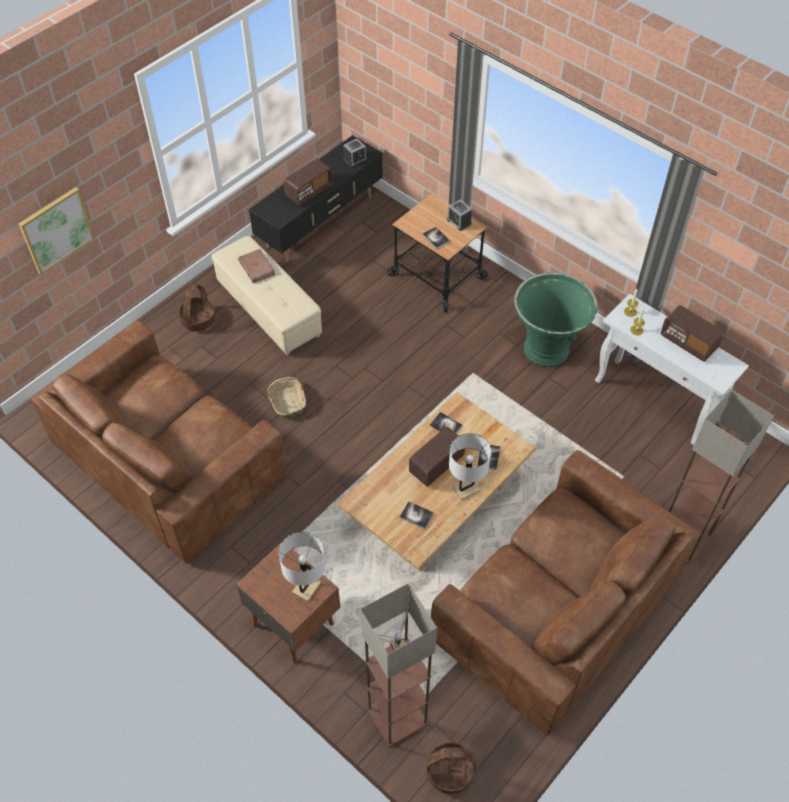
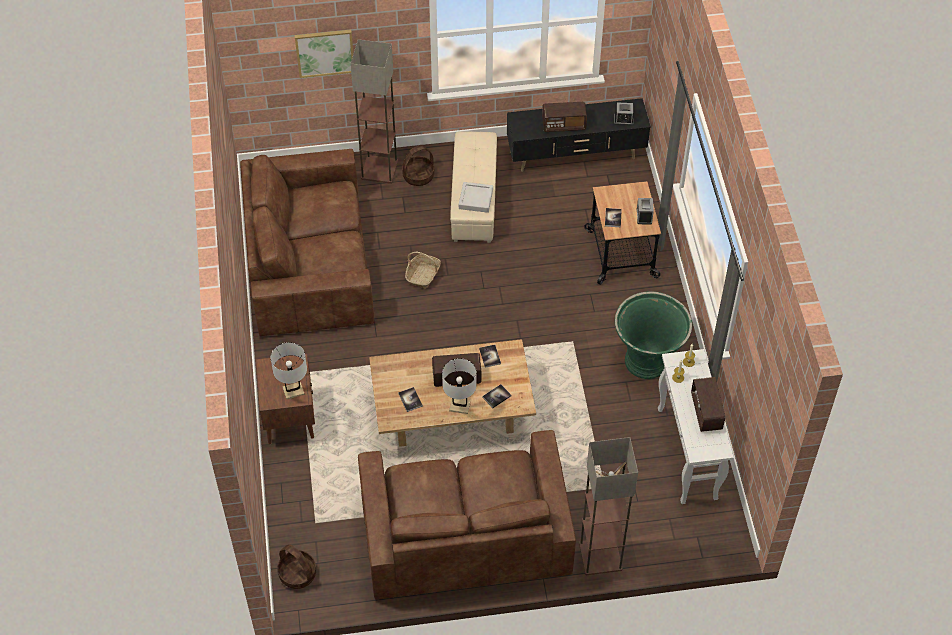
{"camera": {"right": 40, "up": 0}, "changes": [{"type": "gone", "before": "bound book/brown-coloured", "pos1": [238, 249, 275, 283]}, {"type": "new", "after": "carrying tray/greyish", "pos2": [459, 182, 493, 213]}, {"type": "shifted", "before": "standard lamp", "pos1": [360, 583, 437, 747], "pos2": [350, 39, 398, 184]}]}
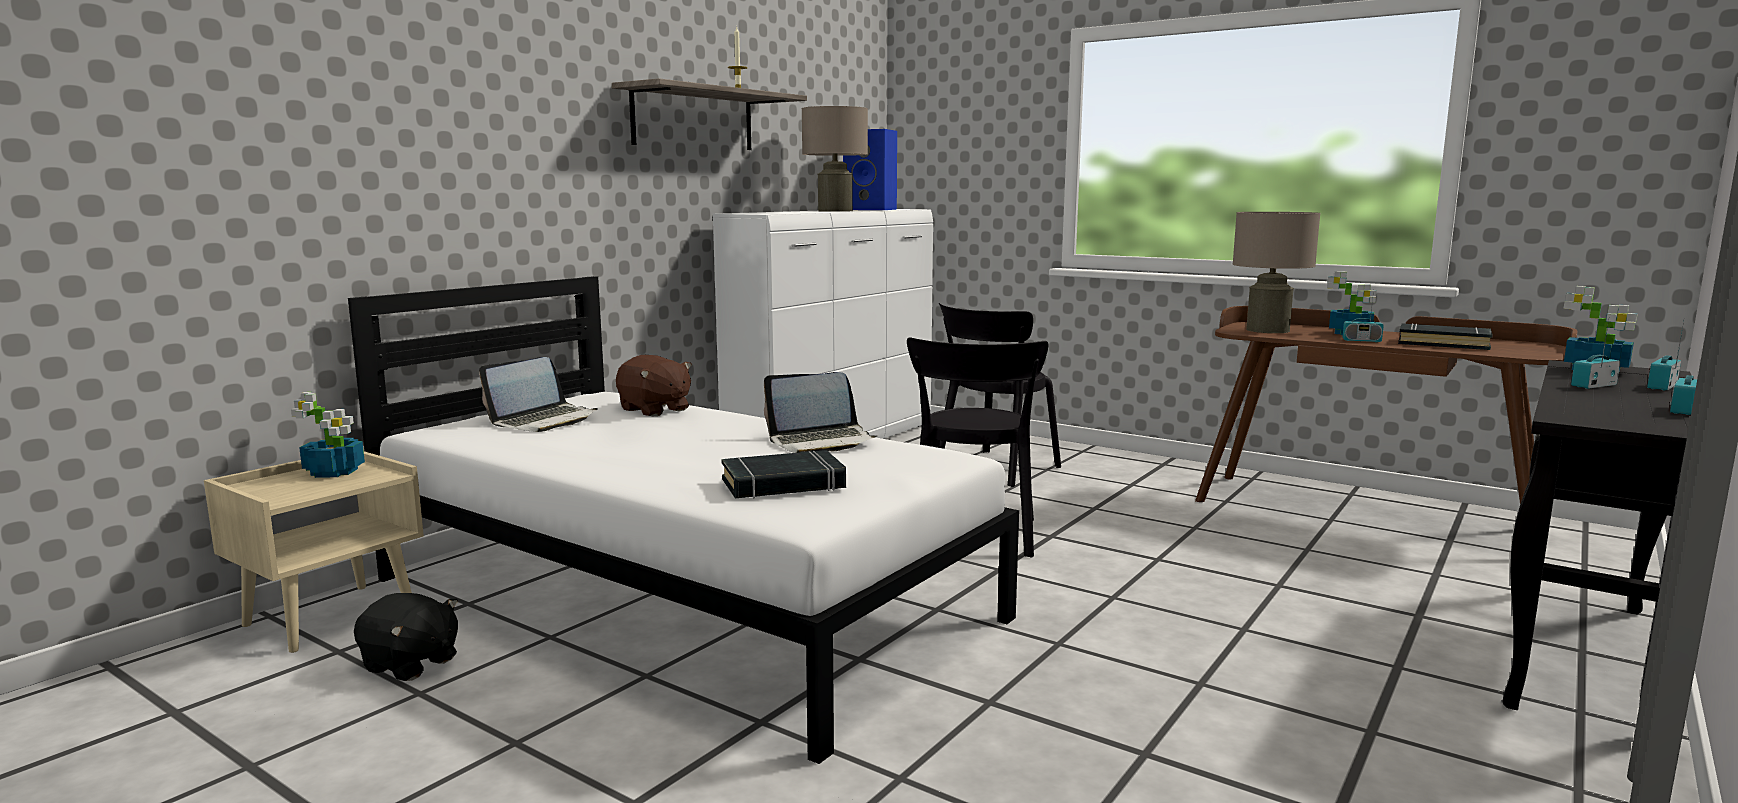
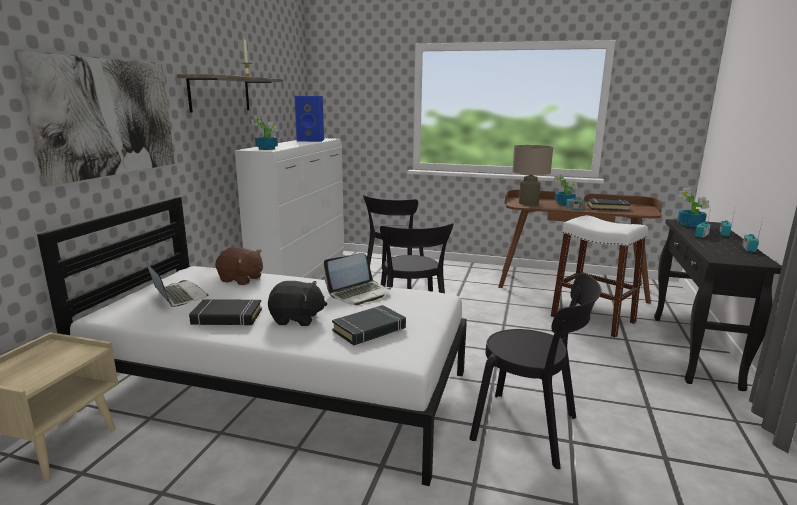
{"camera": {"right": -20, "up": 5}, "changes": [{"type": "gone", "before": "lamp for a table/sand-coloured", "pos1": [802, 106, 868, 212]}, {"type": "new", "after": "picture", "pos2": [16, 51, 175, 187]}, {"type": "new", "after": "bound book/black", "pos2": [189, 299, 262, 326]}, {"type": "new", "after": "upright chair/black", "pos2": [469, 273, 601, 469]}, {"type": "new", "after": "sitting stool/white", "pos2": [551, 215, 648, 338]}, {"type": "shifted", "before": "houseplant", "pos1": [291, 392, 365, 478], "pos2": [251, 116, 278, 150]}, {"type": "shifted", "before": "plush toy/black", "pos1": [354, 593, 458, 681], "pos2": [268, 281, 327, 326]}, {"type": "rotated", "before": "portable computer", "pos1": [479, 357, 598, 432], "pos2": [146, 262, 208, 307], "turn": -60}]}
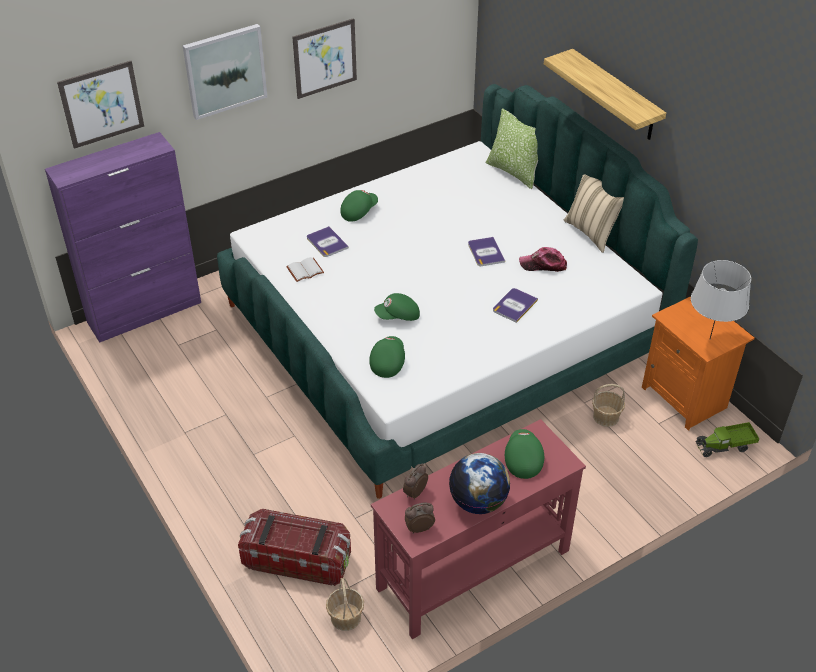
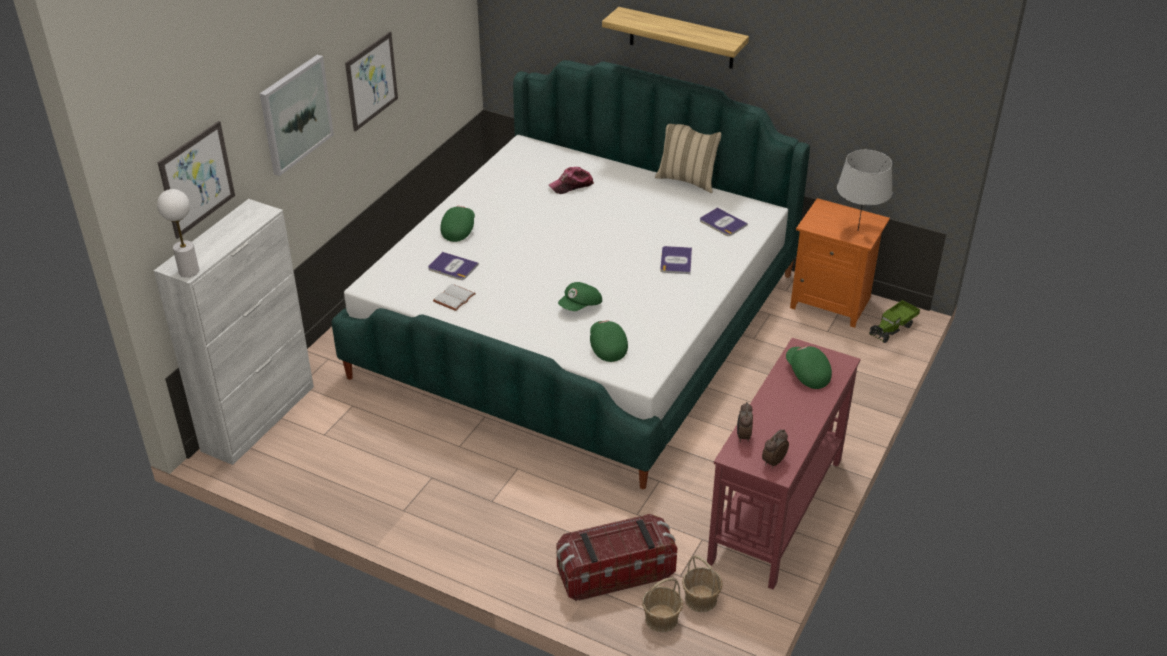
{"camera": {"right": -30, "up": -5}, "changes": [{"type": "gone", "before": "desk globe", "pos1": [449, 453, 510, 514]}, {"type": "gone", "before": "pillow", "pos1": [486, 108, 538, 189]}, {"type": "new", "after": "lamp for a table/white", "pos2": [157, 189, 199, 277]}, {"type": "shifted", "before": "bound book", "pos1": [468, 237, 505, 266], "pos2": [700, 207, 748, 236]}, {"type": "shifted", "before": "cap", "pos1": [519, 247, 567, 272], "pos2": [549, 167, 594, 194]}, {"type": "shifted", "before": "storage basket", "pos1": [592, 384, 625, 427], "pos2": [642, 577, 683, 632]}, {"type": "repainted", "before": "cabinet/purple-coloured", "after": "cabinet/white", "pos1": [45, 132, 201, 343], "pos2": [154, 199, 314, 465]}]}
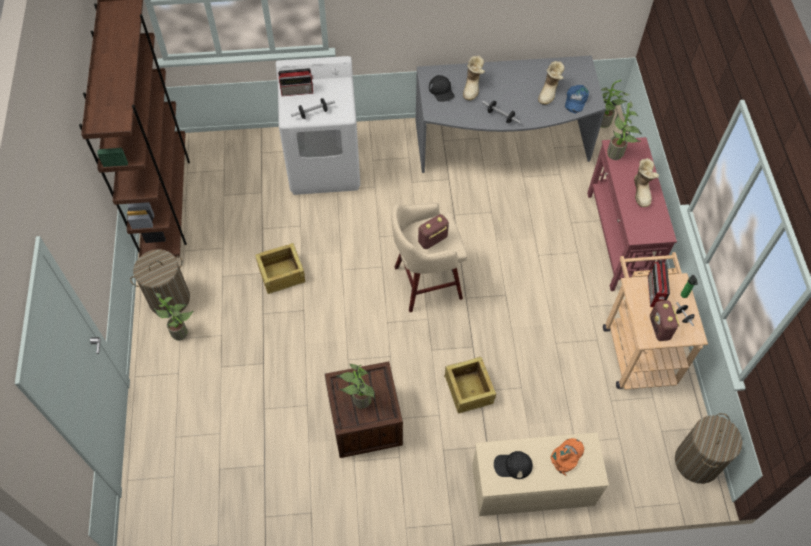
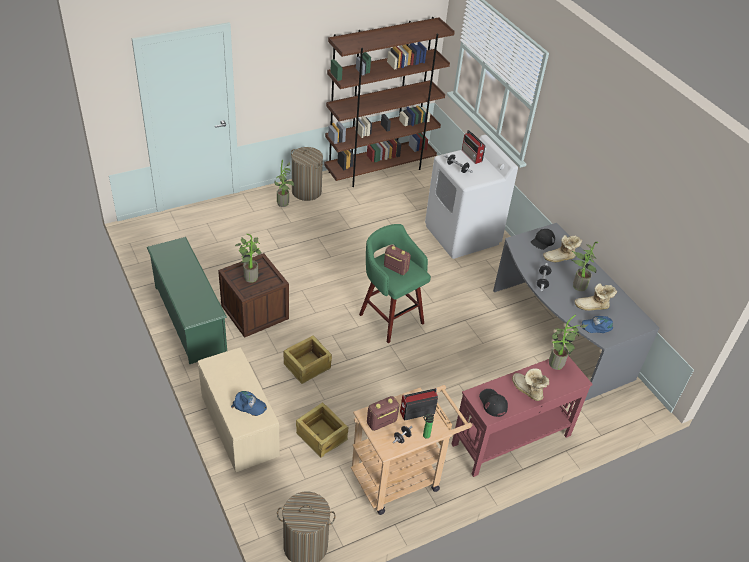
{"camera": {"right": 65, "up": -15}, "changes": [{"type": "new", "after": "shoe shelf/green-coloured", "pos2": [147, 237, 227, 364]}, {"type": "shifted", "before": "shipping crate", "pos1": [255, 243, 305, 294], "pos2": [296, 402, 348, 458]}, {"type": "shifted", "before": "cap/black", "pos1": [494, 451, 533, 479], "pos2": [479, 389, 508, 417]}, {"type": "shifted", "before": "houseplant", "pos1": [601, 80, 631, 128], "pos2": [571, 242, 599, 291]}, {"type": "repainted", "before": "sitting stool/sand-coloured", "after": "sitting stool/green-coloured", "pos1": [391, 202, 467, 312], "pos2": [359, 224, 431, 343]}, {"type": "repainted", "before": "cap/orange", "after": "cap/bluish", "pos1": [551, 438, 584, 476], "pos2": [231, 391, 267, 416]}, {"type": "rotated", "before": "tall boot", "pos1": [634, 158, 659, 207], "pos2": [512, 368, 549, 401], "turn": 75}]}
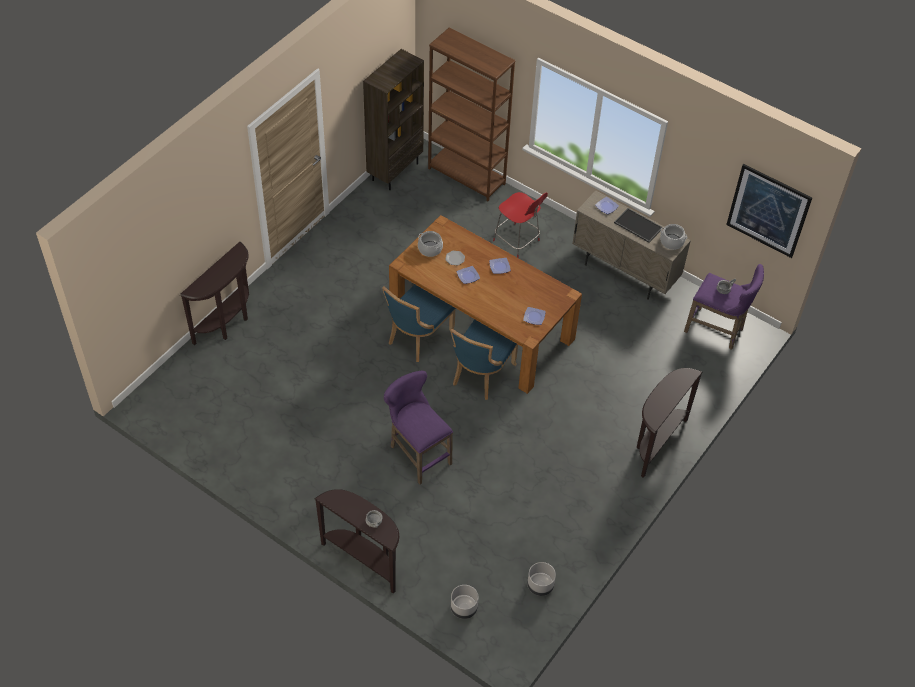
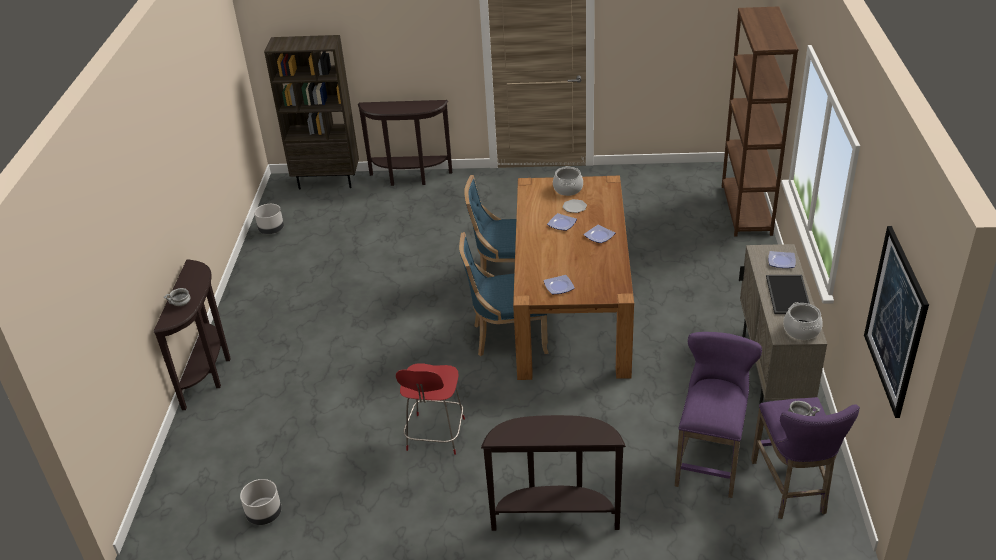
{"camera": {"right": 60, "up": -15}, "changes": [{"type": "shifted", "before": "bookshelf/brown-coloured", "pos1": [363, 49, 424, 190], "pos2": [264, 35, 359, 189]}, {"type": "shifted", "before": "sitting stool/purple-coloured", "pos1": [384, 371, 453, 485], "pos2": [675, 332, 762, 498]}, {"type": "shifted", "before": "flower pot/greyish", "pos1": [451, 585, 479, 619], "pos2": [254, 204, 284, 234]}, {"type": "shifted", "before": "sitting stool/red-coloured", "pos1": [493, 192, 548, 258], "pos2": [396, 363, 465, 455]}]}
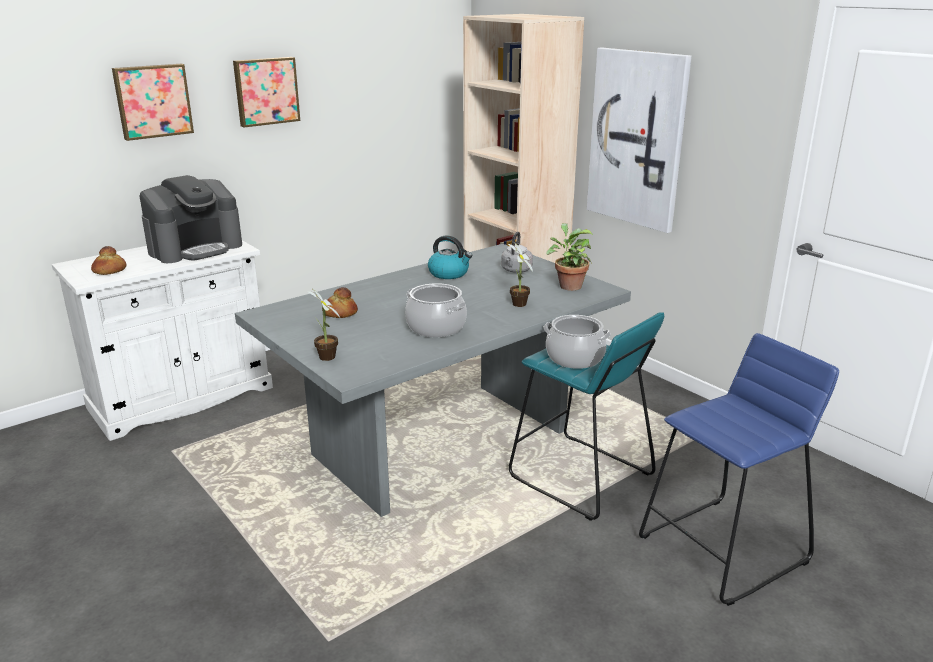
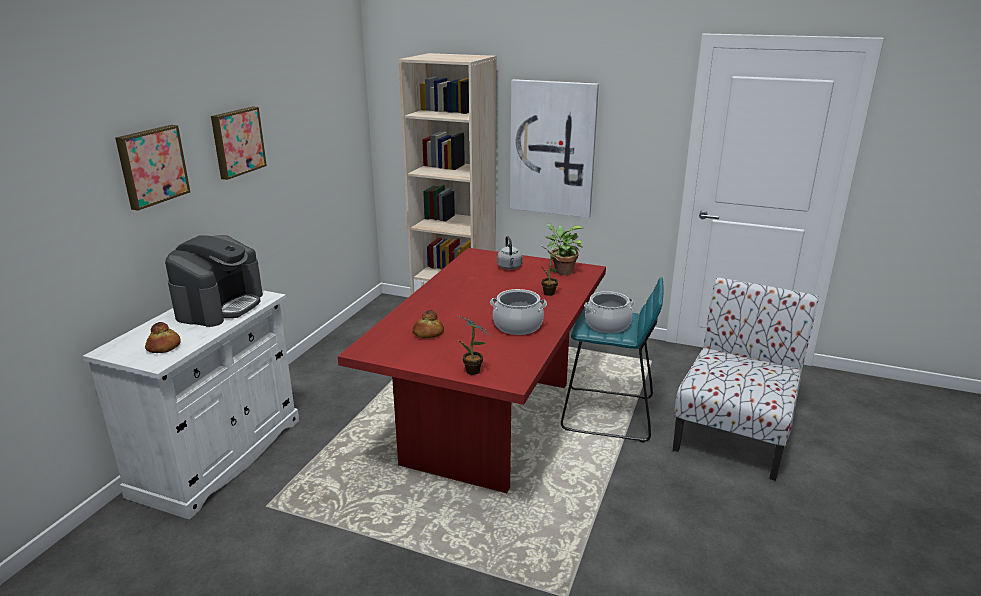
{"camera": {"right": -30, "up": 0}, "changes": [{"type": "gone", "before": "kettle", "pos1": [428, 235, 472, 279]}, {"type": "swapped", "before": "sitting stool/bluish", "after": "upright chair", "pos1": [639, 333, 839, 606], "pos2": [673, 277, 819, 481]}, {"type": "repainted", "before": "dining table/greyish", "after": "dining table/red-coloured", "pos1": [235, 244, 631, 517], "pos2": [337, 248, 606, 493]}]}
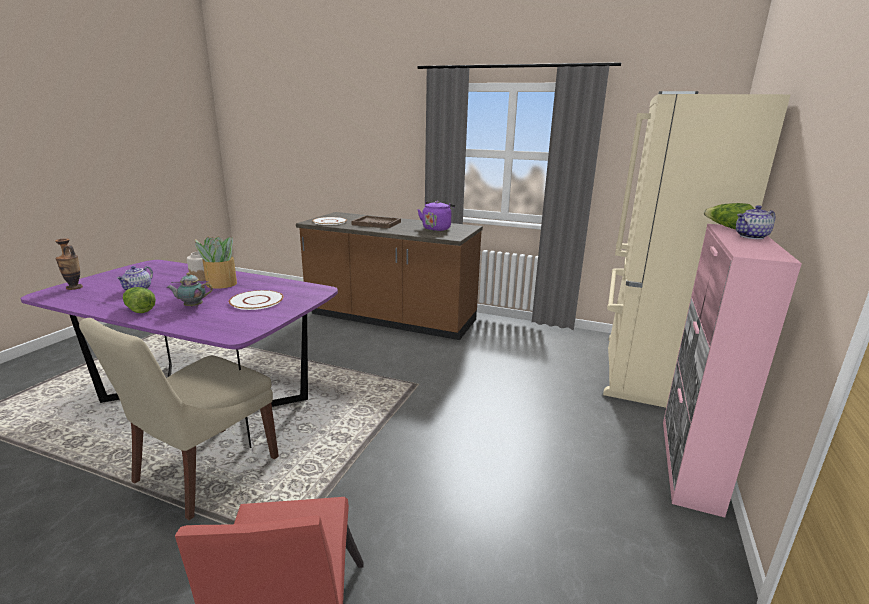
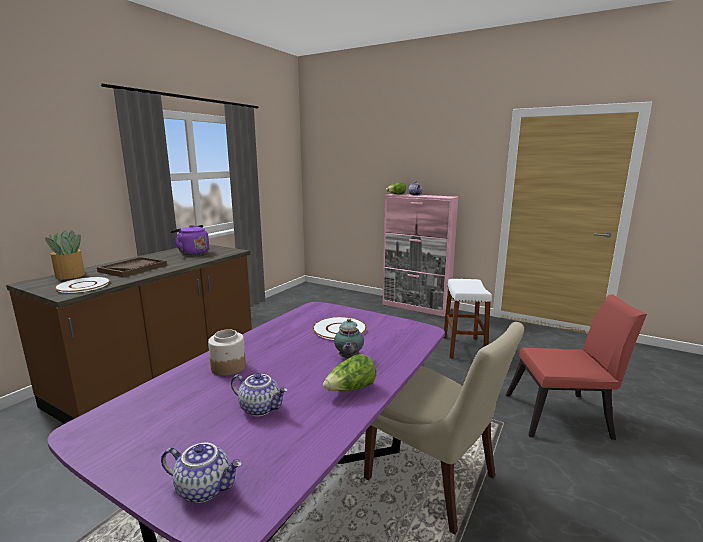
{"camera": {"right": -80, "up": -5}, "changes": [{"type": "gone", "before": "fridge/sand-coloured", "pos1": [603, 91, 791, 408]}, {"type": "new", "after": "sitting stool/white", "pos2": [444, 279, 492, 359]}, {"type": "shifted", "before": "houseplant", "pos1": [195, 236, 237, 289], "pos2": [45, 230, 85, 280]}, {"type": "swapped", "before": "vase", "after": "pot for tea", "pos1": [55, 238, 83, 290], "pos2": [161, 443, 242, 503]}]}
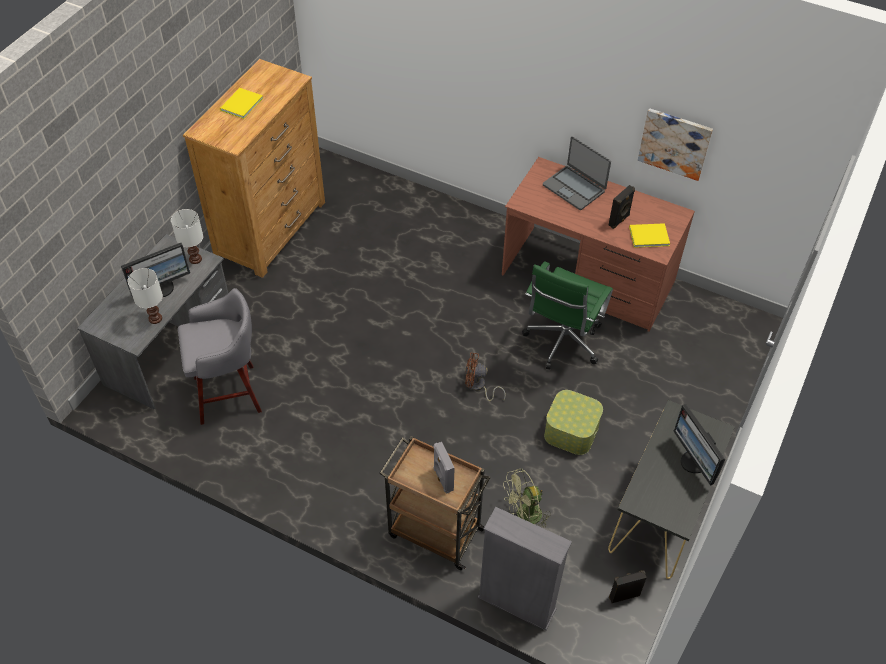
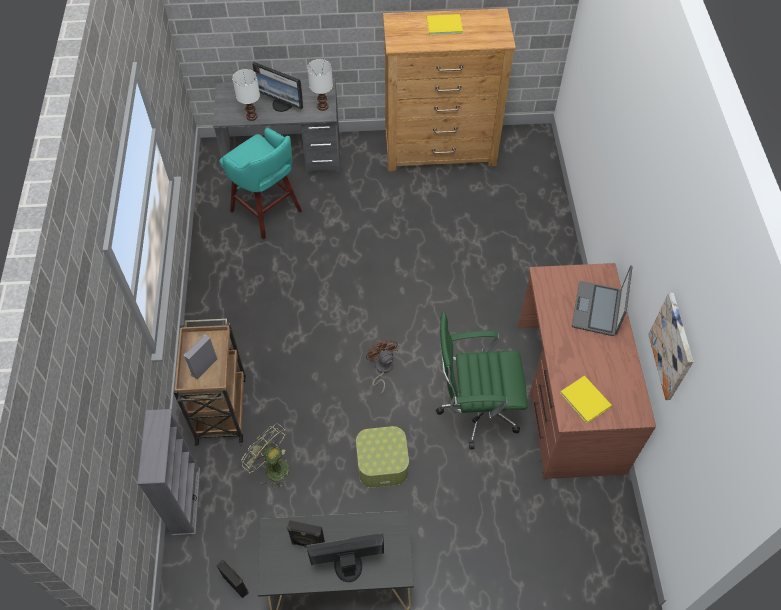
{"camera": {"right": 60, "up": 5}, "changes": [{"type": "shifted", "before": "audio speaker/black", "pos1": [608, 185, 635, 229], "pos2": [287, 520, 325, 548]}, {"type": "repainted", "before": "sitting stool/greyish", "after": "sitting stool/turquoise-coloured", "pos1": [178, 288, 262, 425], "pos2": [220, 128, 302, 240]}, {"type": "rotated", "before": "computer screen", "pos1": [673, 404, 725, 486], "pos2": [306, 533, 384, 582], "turn": 45}]}
